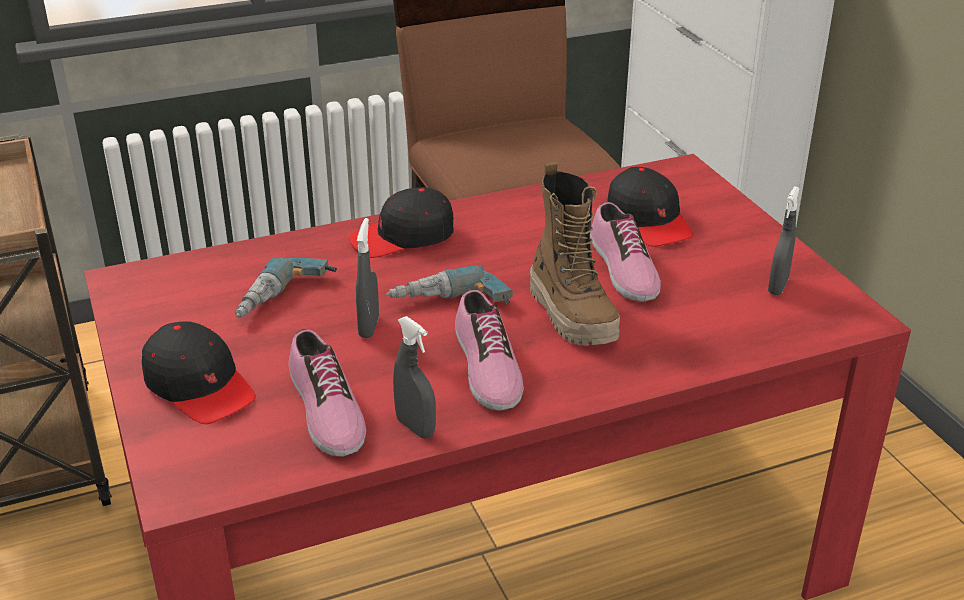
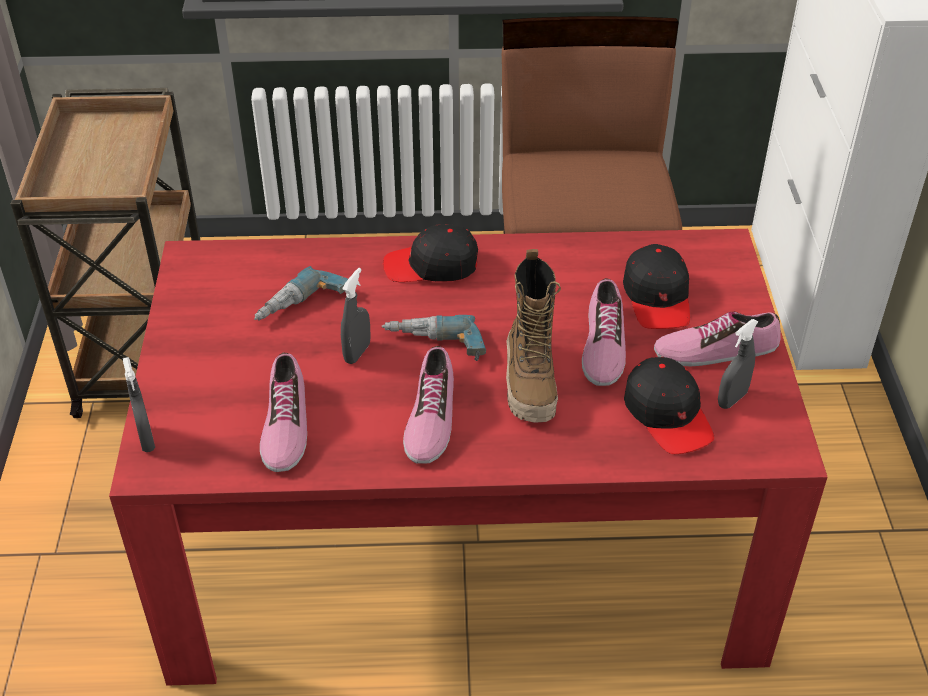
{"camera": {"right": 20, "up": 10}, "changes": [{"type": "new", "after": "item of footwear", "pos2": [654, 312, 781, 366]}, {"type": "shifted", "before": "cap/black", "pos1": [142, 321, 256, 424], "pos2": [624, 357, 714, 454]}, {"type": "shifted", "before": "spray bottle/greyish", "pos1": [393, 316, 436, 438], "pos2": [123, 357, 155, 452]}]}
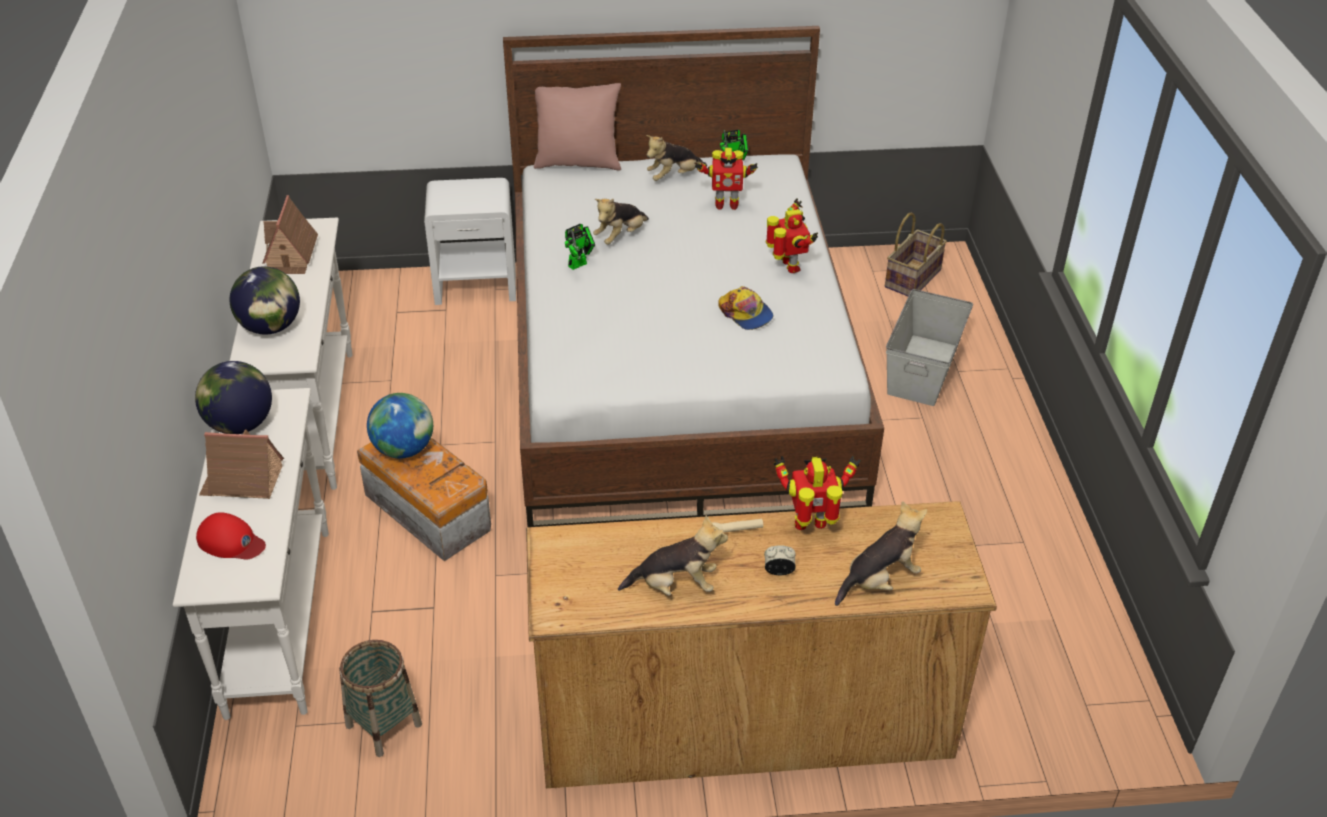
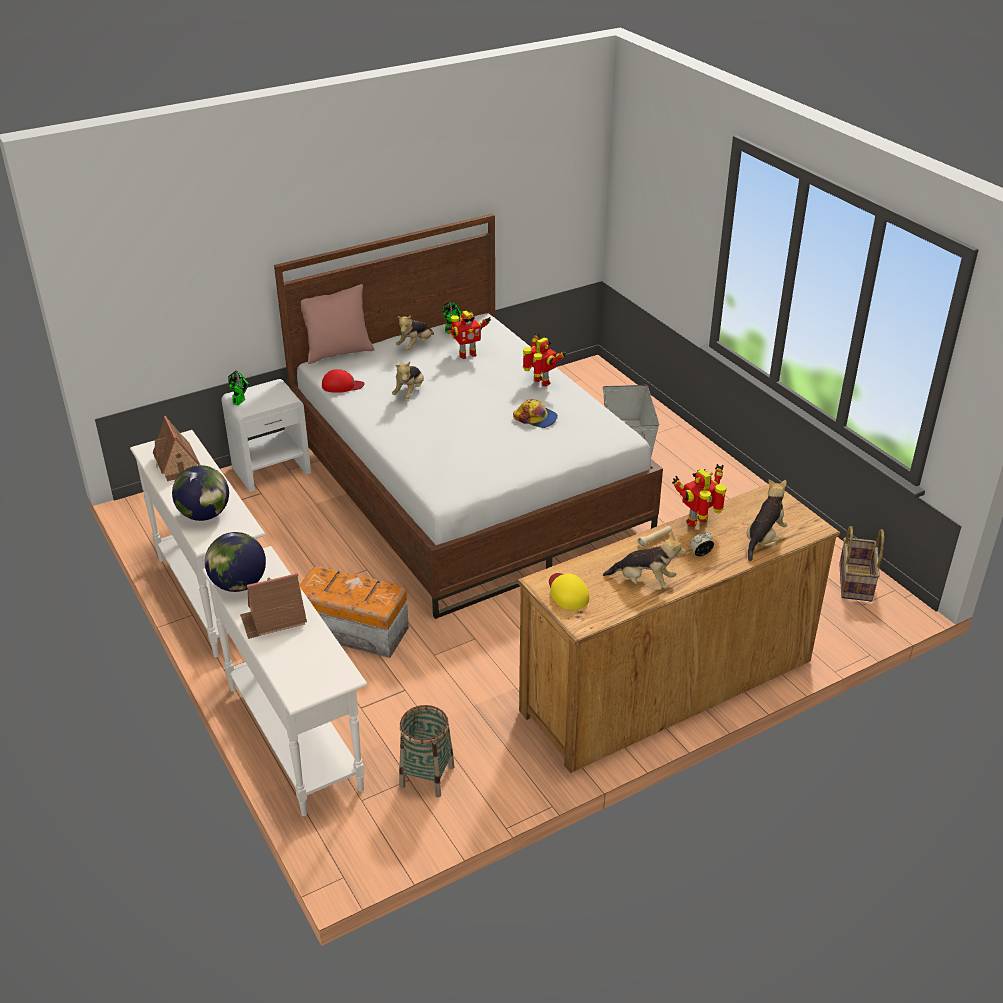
{"camera": {"right": -25, "up": -5}, "changes": [{"type": "gone", "before": "desk globe", "pos1": [367, 393, 433, 459]}, {"type": "new", "after": "cap/yellowish", "pos2": [549, 573, 589, 610]}, {"type": "shifted", "before": "cap/red-coloured", "pos1": [196, 512, 266, 559], "pos2": [322, 369, 365, 393]}, {"type": "shifted", "before": "robot figure", "pos1": [565, 224, 595, 270], "pos2": [228, 371, 249, 406]}, {"type": "shifted", "before": "storage basket", "pos1": [885, 212, 947, 296], "pos2": [839, 526, 884, 602]}, {"type": "rotated", "before": "plush toy", "pos1": [618, 515, 728, 596], "pos2": [603, 531, 686, 589], "turn": 45}]}
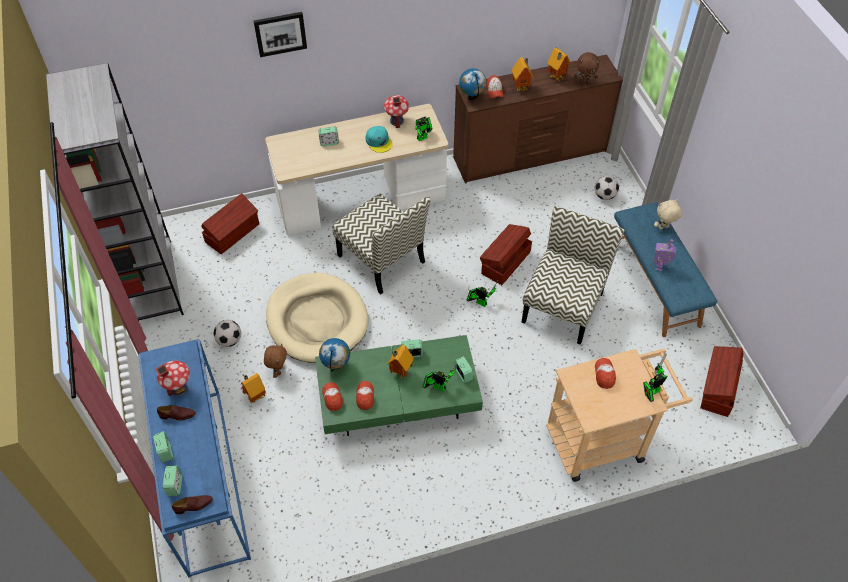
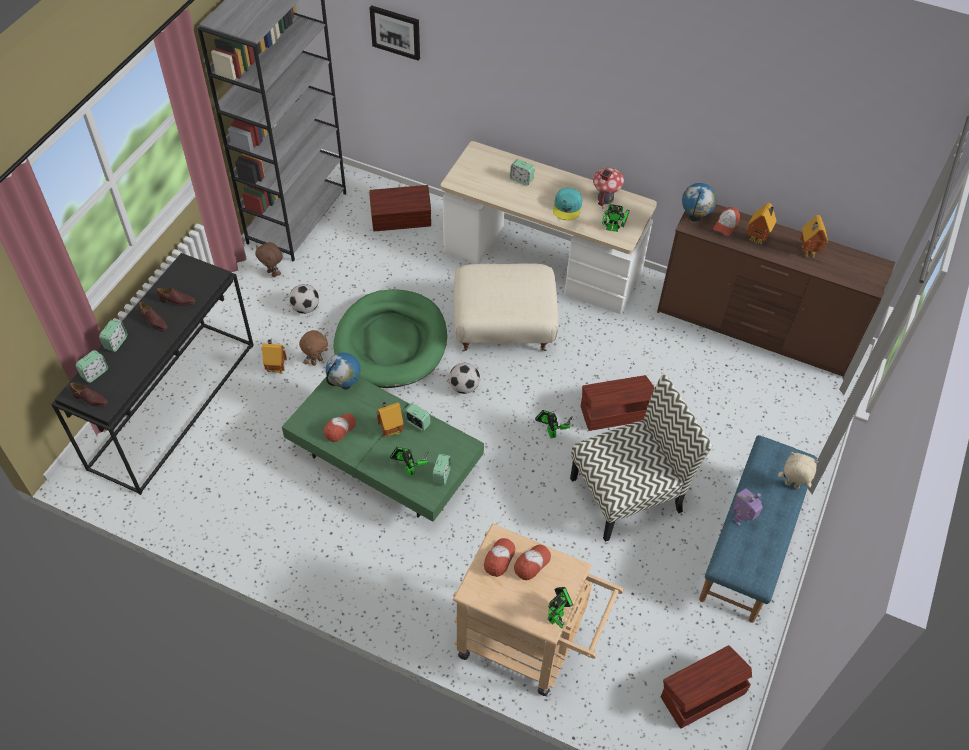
{"camera": {"right": 40, "up": 0}, "changes": [{"type": "shifted", "before": "picture", "pos1": [254, 12, 307, 57], "pos2": [369, 5, 420, 61]}, {"type": "shifted", "before": "cap", "pos1": [322, 382, 343, 411], "pos2": [484, 538, 515, 577]}, {"type": "shifted", "before": "plush toy/brown-coloured", "pos1": [574, 52, 600, 84], "pos2": [255, 242, 283, 277]}, {"type": "shifted", "before": "football", "pos1": [595, 176, 619, 200], "pos2": [449, 363, 480, 394]}, {"type": "swapped", "before": "model house", "after": "item of footwear/brown-coloured", "pos1": [156, 361, 190, 396], "pos2": [157, 288, 195, 306]}, {"type": "swapped", "before": "upright chair", "after": "ottoman/sand-coloured", "pos1": [332, 194, 431, 294], "pos2": [454, 263, 559, 352]}, {"type": "repainted", "before": "console table/bluish", "after": "console table/black", "pos1": [138, 339, 251, 577], "pos2": [51, 253, 254, 495]}, {"type": "repainted", "before": "dog bed/sand-coloured", "after": "dog bed/green-coloured", "pos1": [266, 273, 368, 363], "pos2": [334, 289, 447, 388]}, {"type": "rotated", "before": "robot figure", "pos1": [643, 353, 667, 402], "pos2": [548, 587, 573, 629], "turn": 120}]}
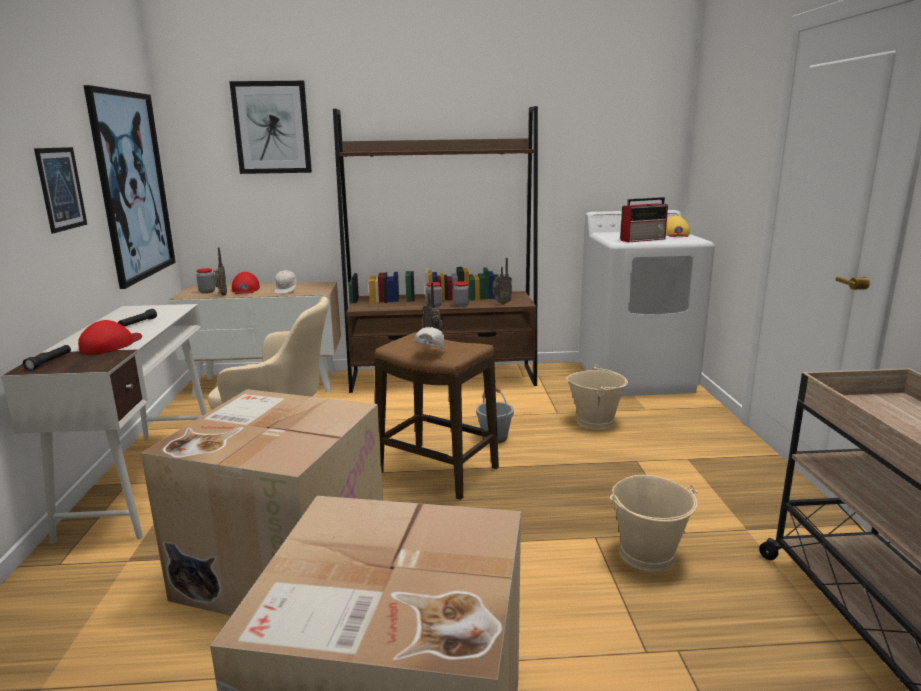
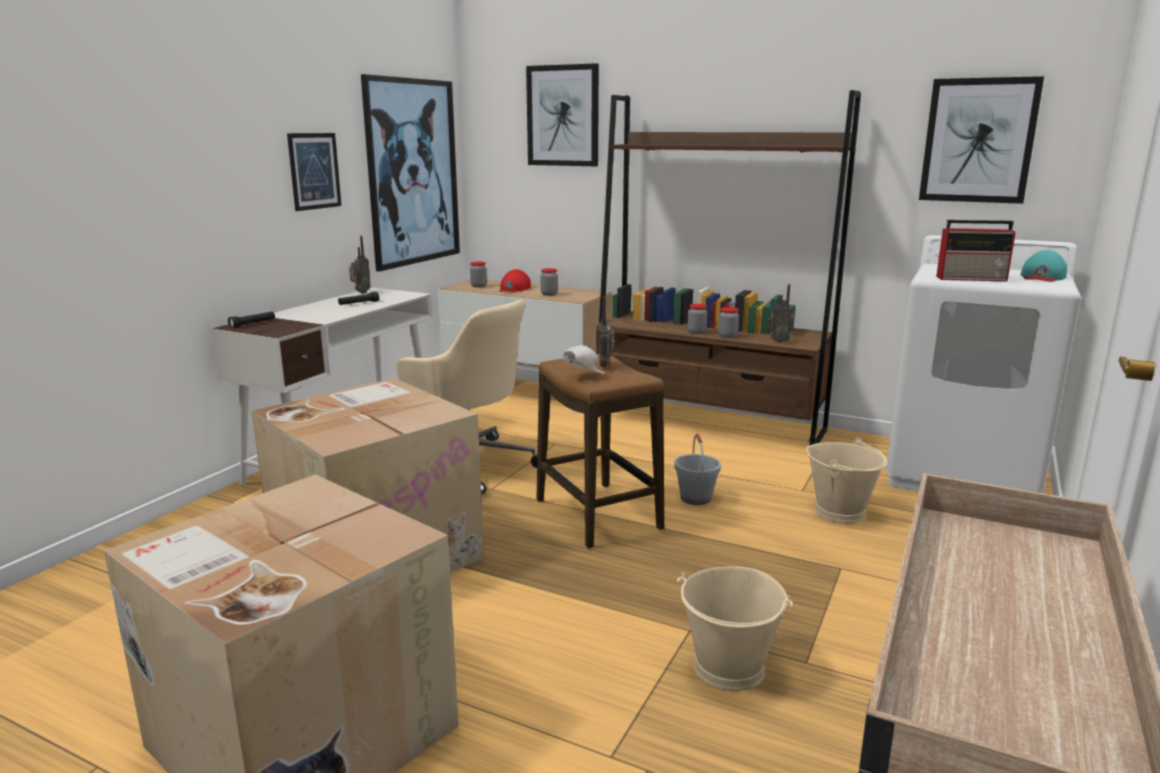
{"camera": {"right": 30, "up": 0}, "changes": [{"type": "gone", "before": "cap/red-coloured", "pos1": [78, 320, 142, 354]}, {"type": "new", "after": "picture", "pos2": [919, 76, 1044, 204]}, {"type": "shifted", "before": "radio", "pos1": [213, 247, 227, 296], "pos2": [349, 236, 371, 293]}, {"type": "swapped", "before": "cap/white", "after": "preserve jar", "pos1": [274, 270, 297, 294], "pos2": [540, 268, 558, 296]}, {"type": "repainted", "before": "cap/yellowish", "after": "cap/turquoise-coloured", "pos1": [666, 216, 690, 237], "pos2": [1020, 250, 1067, 282]}]}
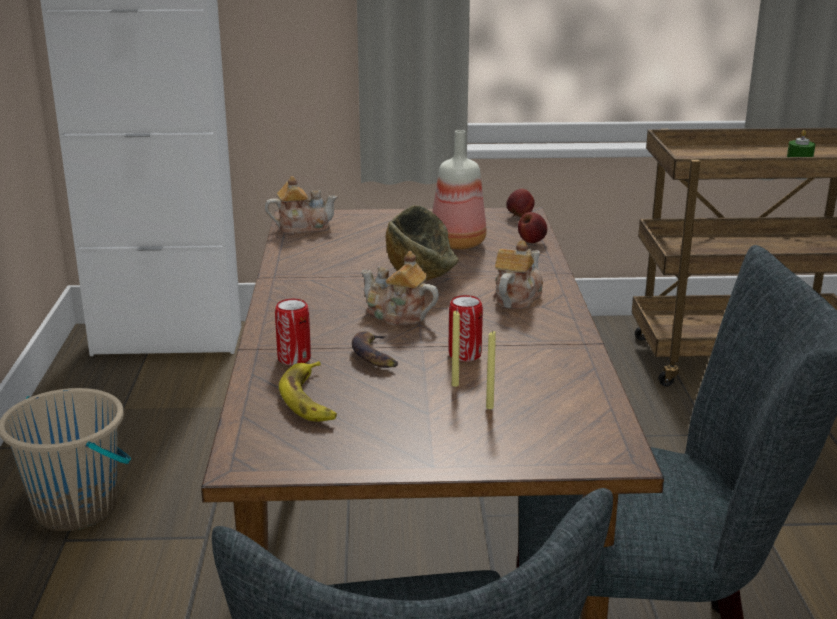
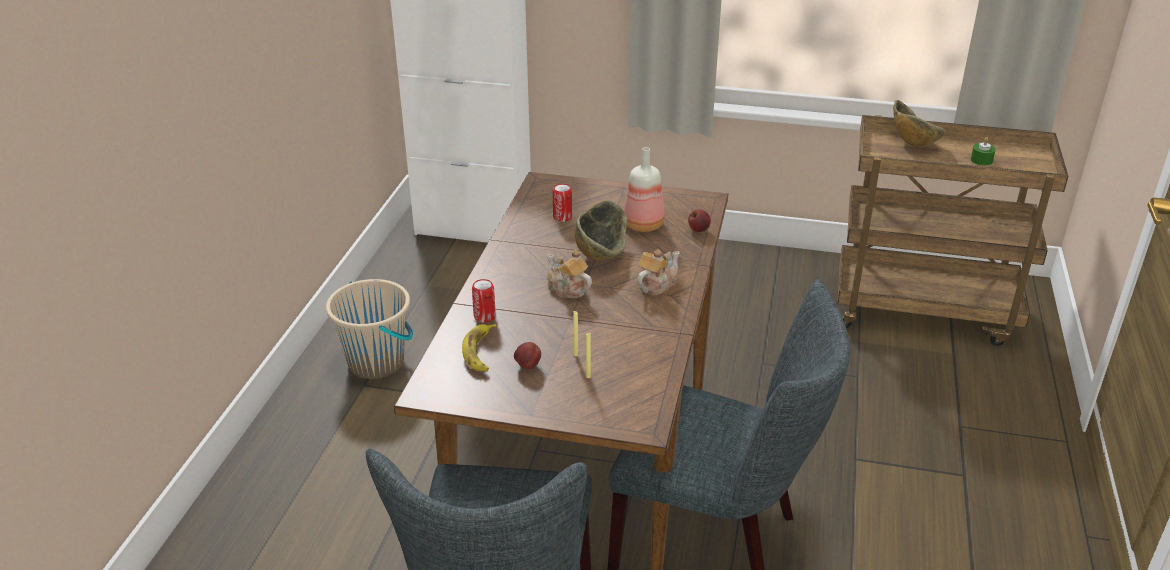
{"camera": {"right": 15, "up": 10}, "changes": [{"type": "gone", "before": "pot for tea", "pos1": [265, 176, 338, 234]}, {"type": "gone", "before": "whole banana", "pos1": [352, 331, 398, 368]}, {"type": "new", "after": "bowl", "pos2": [893, 100, 946, 147]}, {"type": "shifted", "before": "can", "pos1": [448, 295, 483, 362], "pos2": [553, 184, 572, 222]}, {"type": "shifted", "before": "apple", "pos1": [506, 189, 535, 217], "pos2": [514, 342, 541, 370]}]}
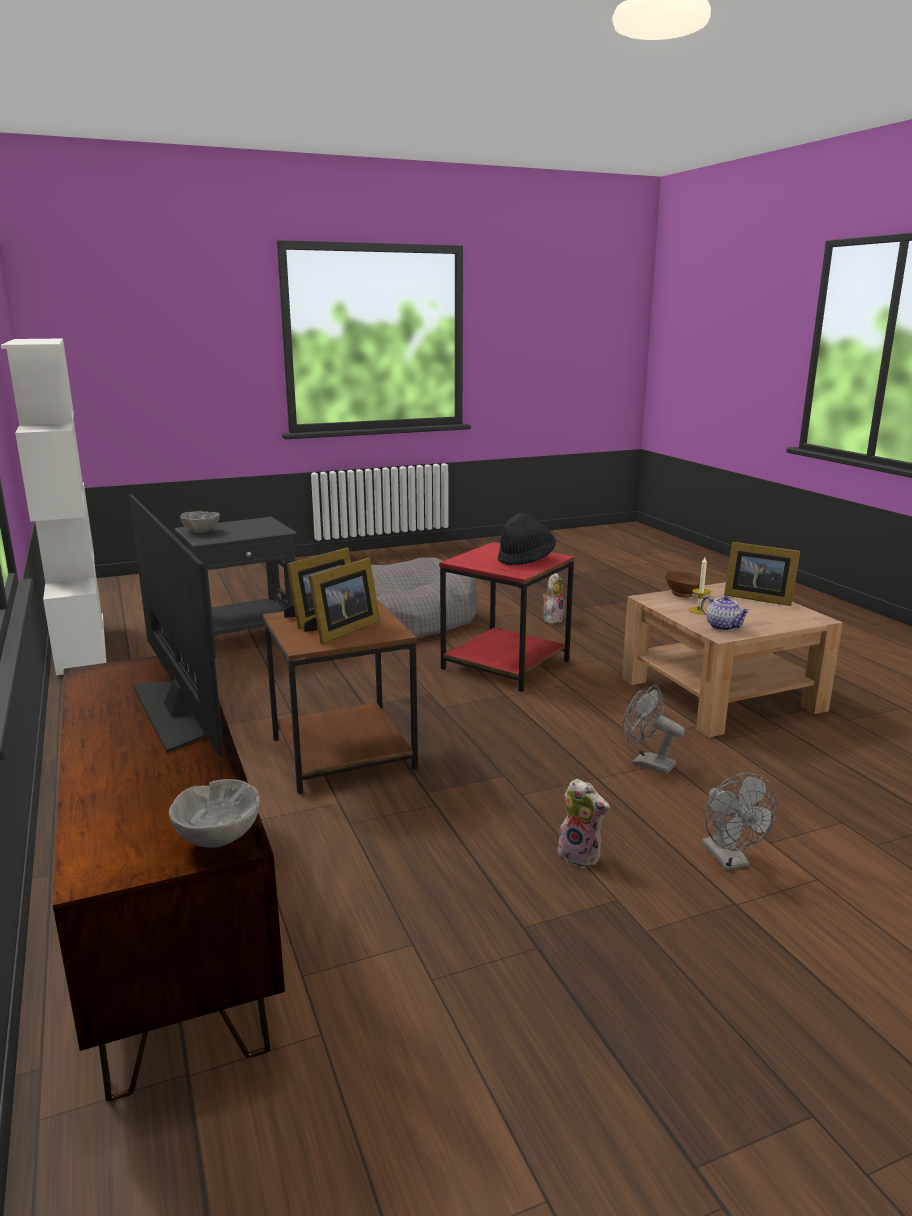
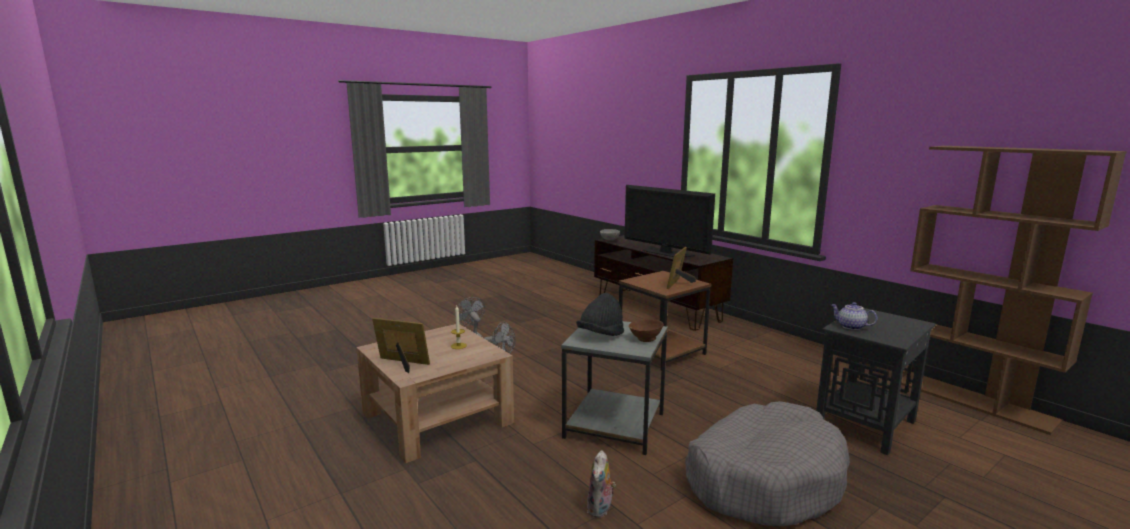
{"camera": {"right": 165, "up": -5}, "changes": [{"type": "gone", "before": "bowl/greyish", "pos1": [180, 511, 220, 533]}, {"type": "gone", "before": "picture frame", "pos1": [304, 558, 380, 644]}, {"type": "gone", "before": "plush toy", "pos1": [557, 778, 610, 868]}, {"type": "shifted", "before": "bowl/brown-coloured", "pos1": [665, 571, 701, 598], "pos2": [629, 319, 664, 342]}, {"type": "shifted", "before": "pot for tea", "pos1": [701, 596, 750, 631], "pos2": [831, 302, 877, 330]}, {"type": "repainted", "before": "bookshelf/white", "after": "bookshelf/brown-coloured", "pos1": [1, 338, 106, 676], "pos2": [901, 146, 1127, 435]}, {"type": "repainted", "before": "side table/red-coloured", "after": "side table/greyish", "pos1": [439, 542, 575, 692], "pos2": [561, 321, 668, 455]}]}
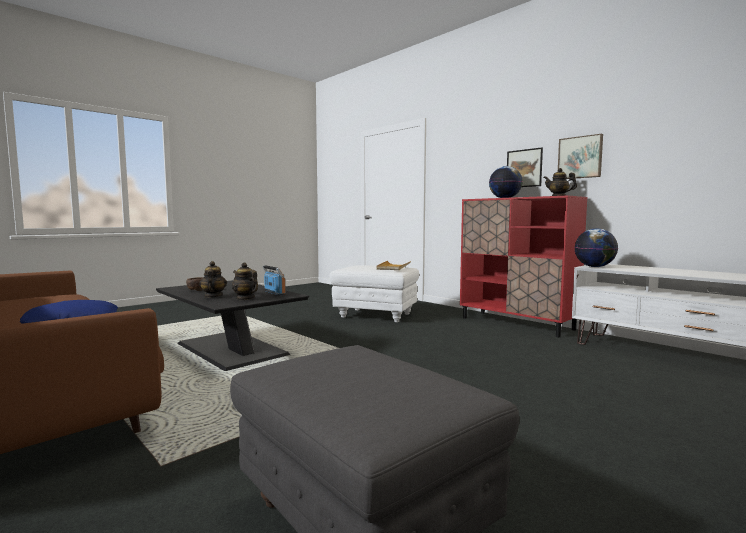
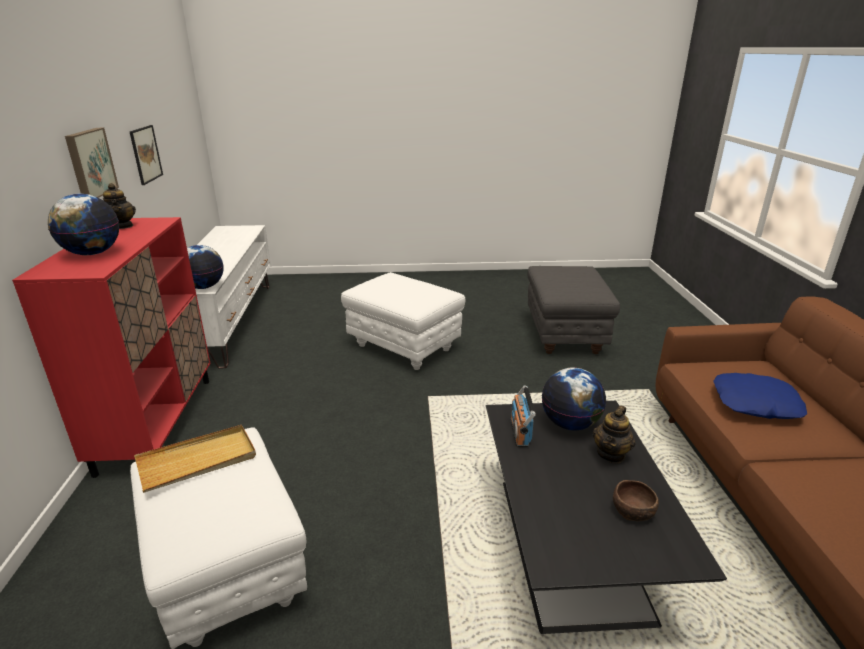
{"camera": {"right": -140, "up": 20}, "changes": [{"type": "new", "after": "ottoman/white", "pos2": [341, 272, 465, 370]}, {"type": "shifted", "before": "picture", "pos1": [507, 147, 543, 187], "pos2": [130, 125, 163, 185]}, {"type": "swapped", "before": "pot for tea", "after": "desk globe", "pos1": [232, 262, 258, 300], "pos2": [542, 368, 606, 430]}]}
